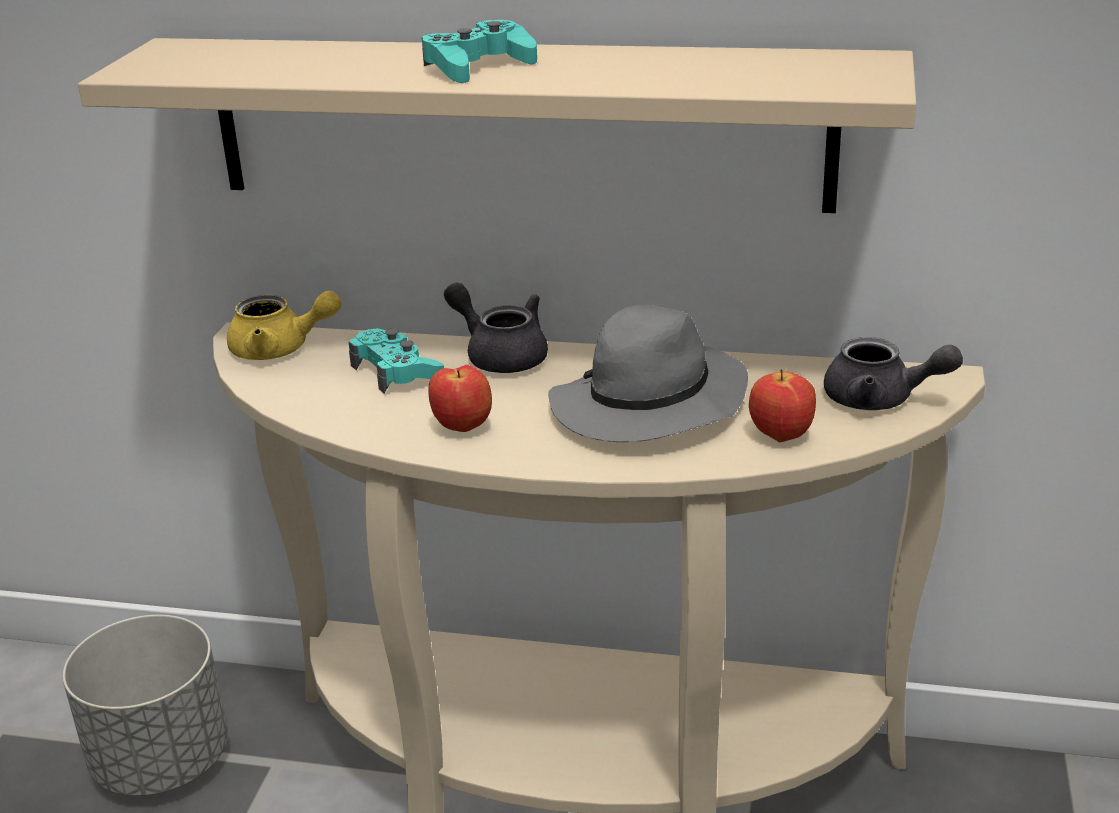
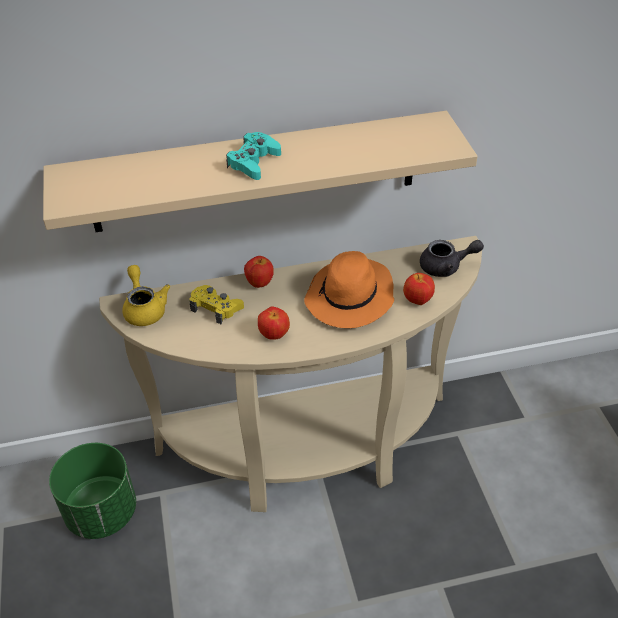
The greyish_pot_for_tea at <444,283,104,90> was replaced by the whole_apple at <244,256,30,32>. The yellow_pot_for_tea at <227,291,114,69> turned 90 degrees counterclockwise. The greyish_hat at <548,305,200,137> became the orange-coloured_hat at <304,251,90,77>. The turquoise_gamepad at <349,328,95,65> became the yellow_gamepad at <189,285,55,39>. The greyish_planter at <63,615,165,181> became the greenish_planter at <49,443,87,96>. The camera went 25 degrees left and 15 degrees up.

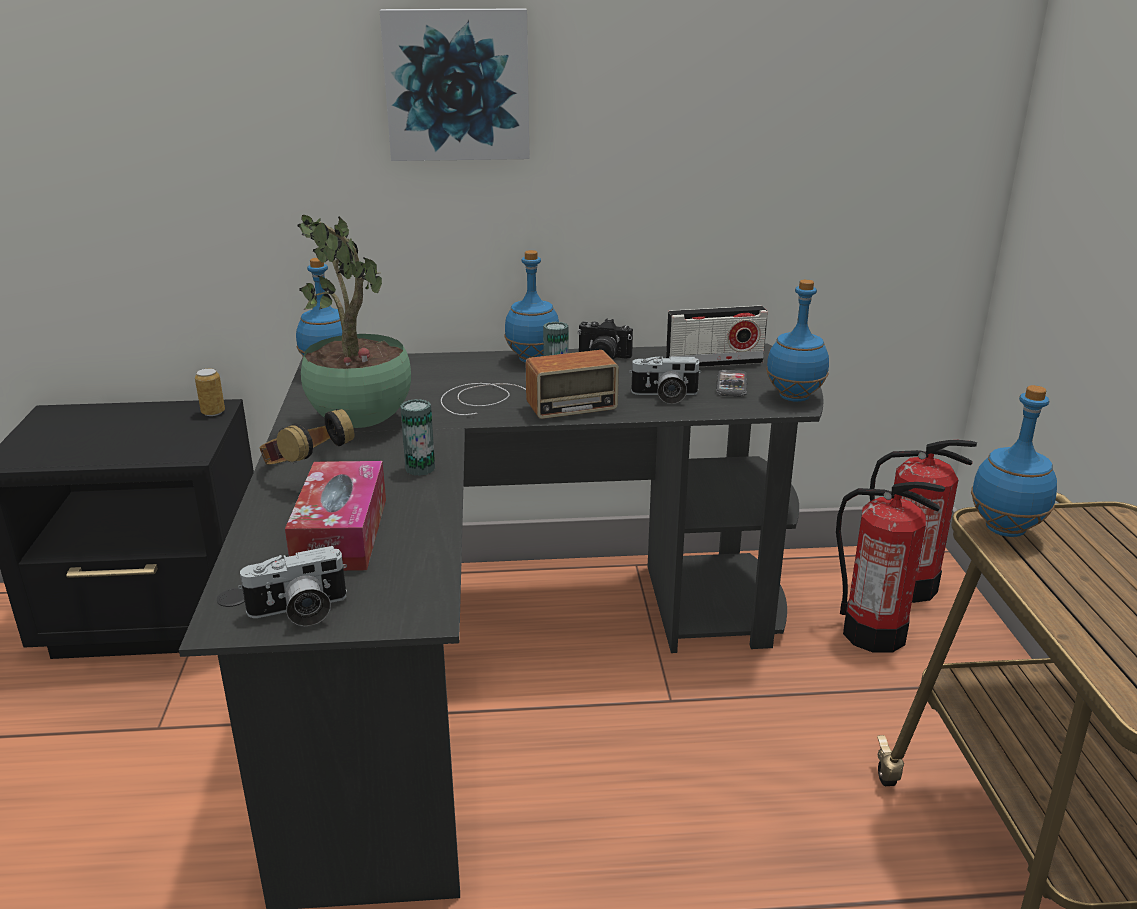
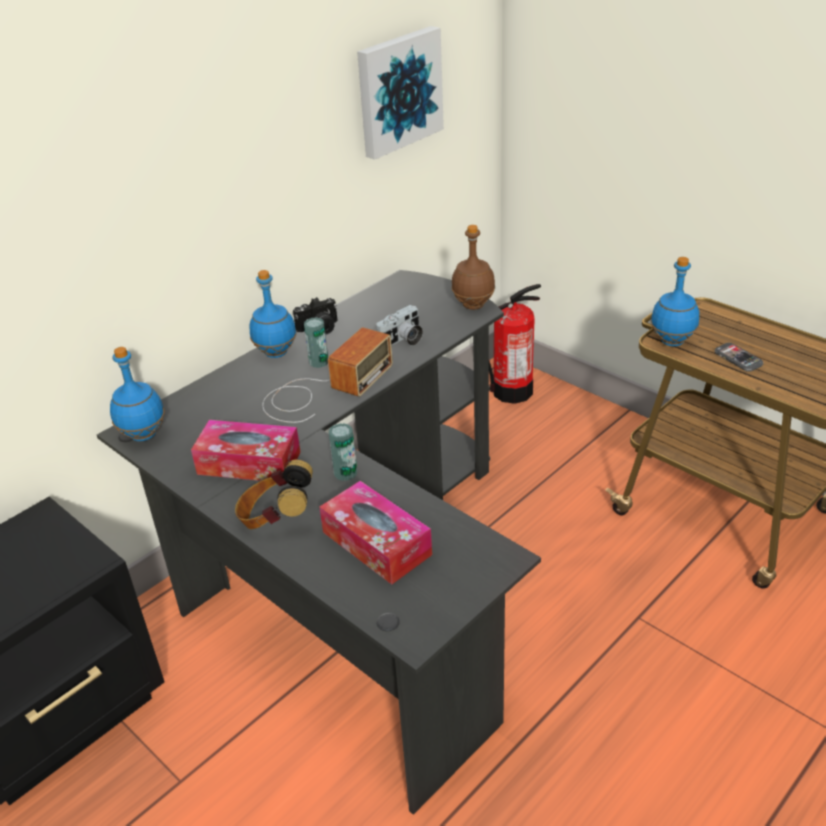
The picture moved from <380,8,150,153> to <357,26,87,134>. The plant_in_a_pot at <298,215,113,213> was replaced by the box_of_tissues at <191,420,109,61>. The blue_drink_bottle at <766,279,63,123> became the brown_drink_bottle at <452,225,43,85>. The radio at <666,305,102,62> disappeared. The metal_can at <195,368,30,48> disappeared. The telephone moved from <716,370,31,27> to <715,343,48,29>. The fire-fighting_cylinder at <836,482,109,171> disappeared. The still_camera at <238,546,109,80> disappeared. The camera went 40 degrees left and 10 degrees up.

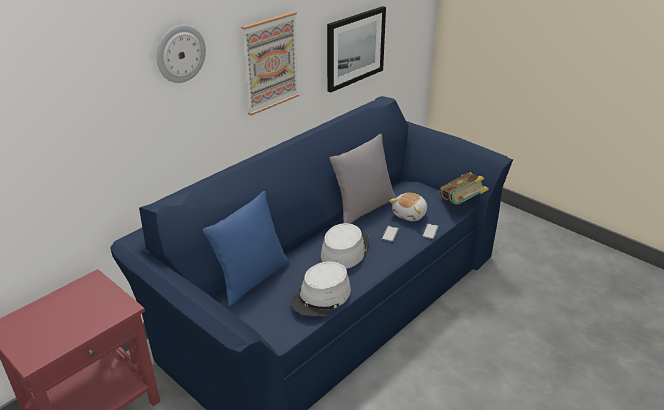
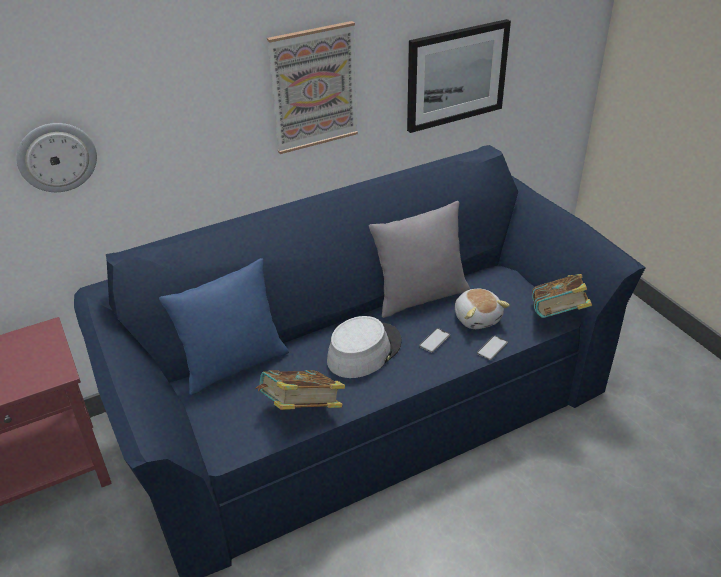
The hanging_clock moved from <157,25,49,58> to <16,123,81,69>. The soft_toy at <389,193,38,28> turned 75 degrees counterclockwise. The greyish_hat at <291,261,60,56> was replaced by the book at <255,370,90,40>. The camera went 20 degrees right and 5 degrees up.

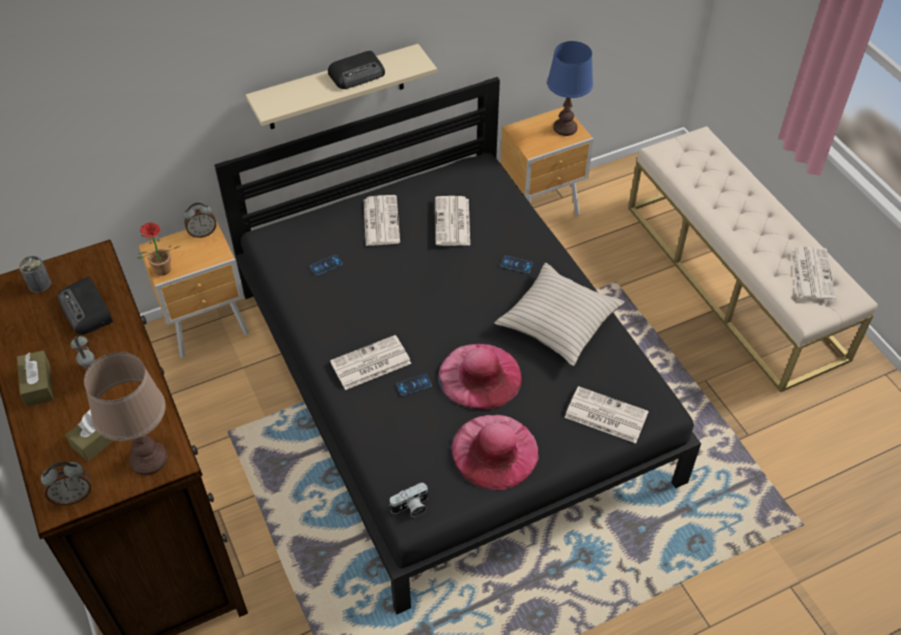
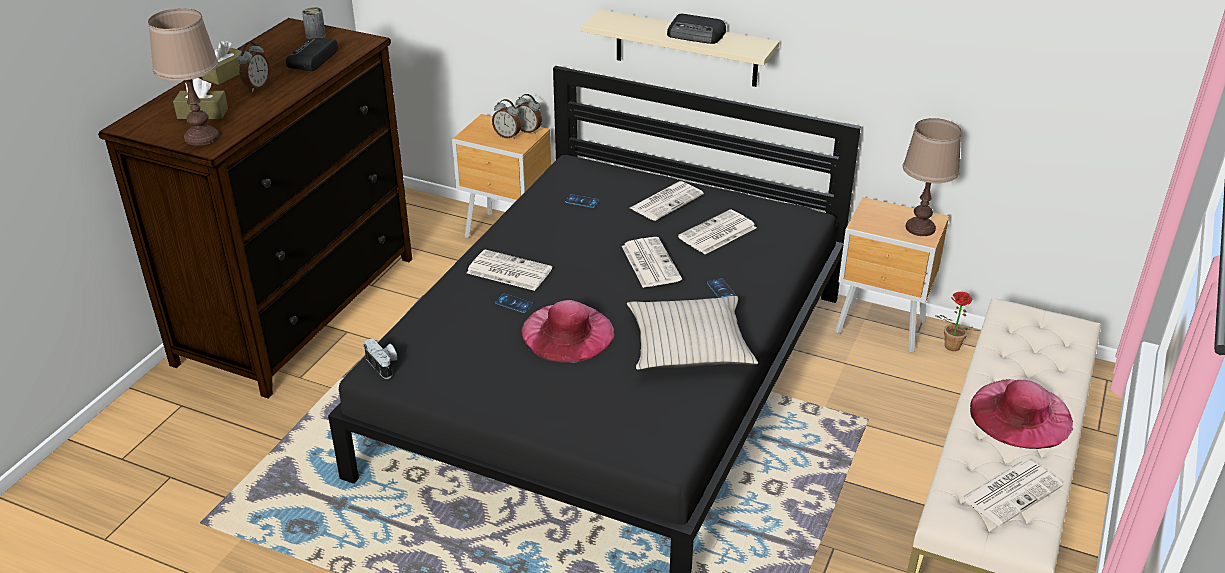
The blue_tabletop_lamp at <547,41,46,95> became the brown_tabletop_lamp at <903,118,58,118>. The plant_in_a_pot moved from <138,222,42,54> to <935,292,44,59>. The newspaper moved from <565,386,84,57> to <622,237,60,51>. The pink-coloured_hat moved from <451,415,88,75> to <970,379,103,70>. The bedside_clock moved from <41,462,50,43> to <492,99,29,40>. The still_camera at <389,482,39,35> turned 150 degrees counterclockwise. The camera went 50 degrees right and 15 degrees down.

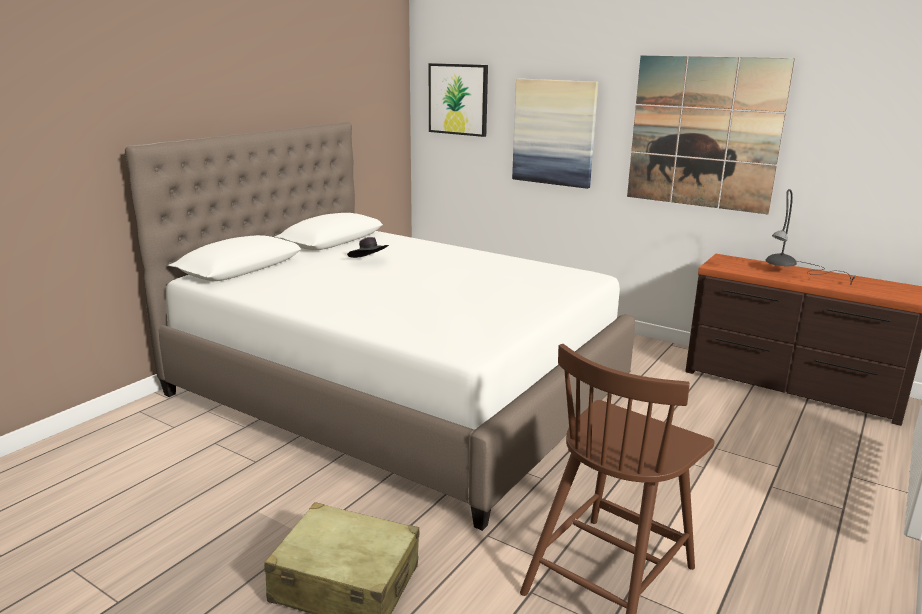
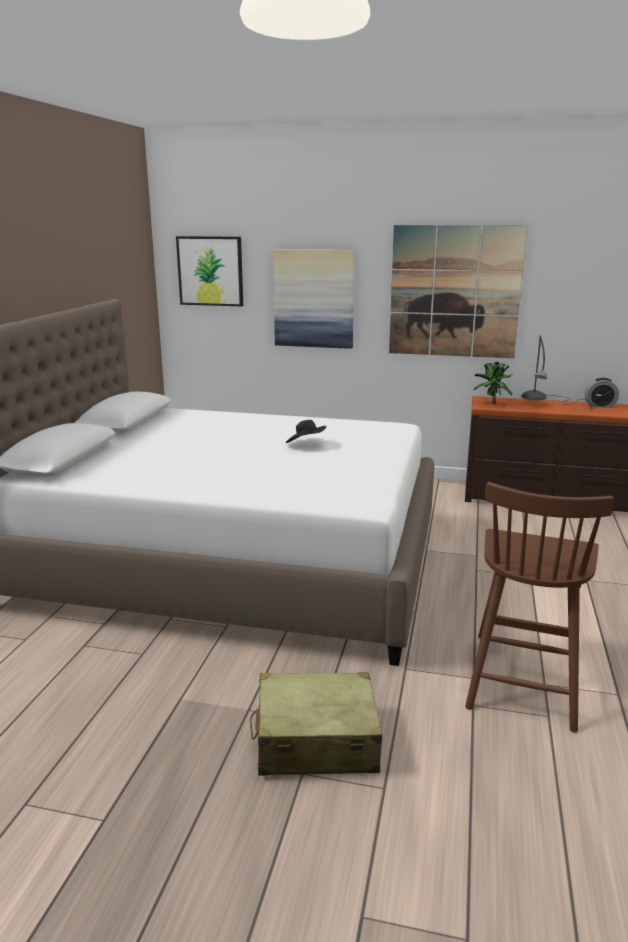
The black_hat moved from <347,237,42,21> to <286,420,40,23>. The plant_in_a_pot at <474,362,38,43> appeared. The bedside_clock at <584,378,35,30> appeared. The camera went 20 degrees left and 0 degrees up.

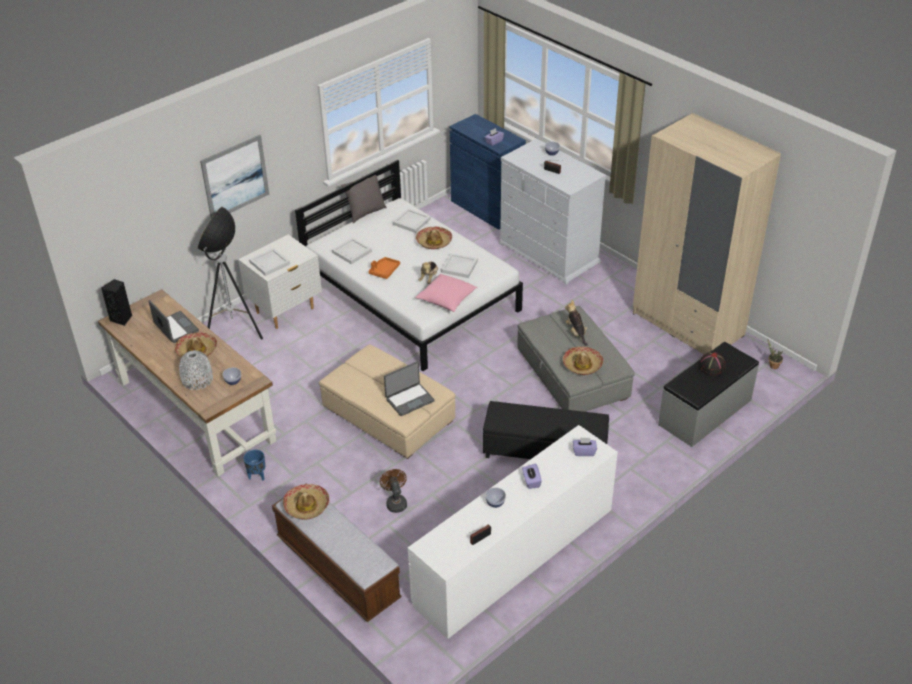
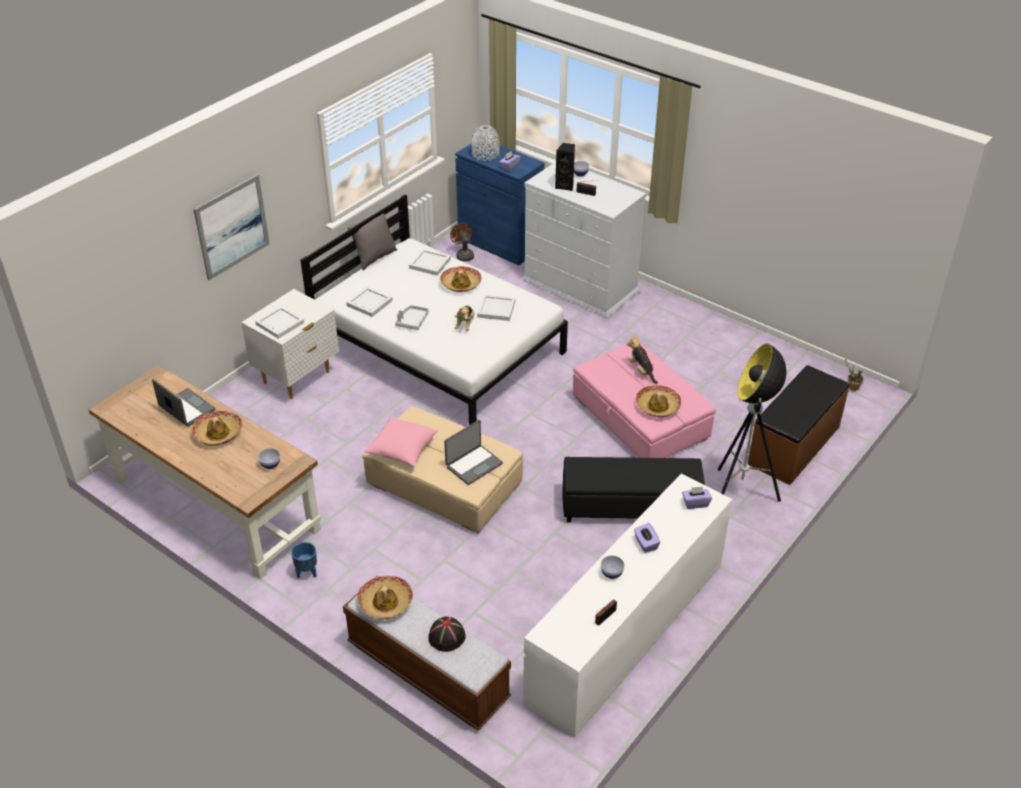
The sand-coloured_armoire at <633,113,148,241> disappeared. The standard_lamp moved from <198,207,65,133> to <718,343,69,159>. The orange-coloured_carrying_tray at <368,257,32,22> became the greyish_carrying_tray at <395,305,34,25>. The pink-coloured_throw_pillow moved from <415,274,63,38> to <364,417,74,50>. The black_audio_speaker moved from <101,279,31,47> to <555,143,20,48>. The greyish_ottoman at <517,306,118,106> became the pink-coloured_ottoman at <573,343,143,115>. The greyish_indoor_bench at <658,342,101,105> became the brown_indoor_bench at <748,365,102,120>. The greyish_decorative_vase moved from <179,350,34,40> to <471,125,29,36>. The black_hat moved from <698,352,28,24> to <428,617,38,35>. The brown_fan moved from <380,469,27,44> to <450,223,24,39>. The camera went 10 degrees left and 0 degrees up.

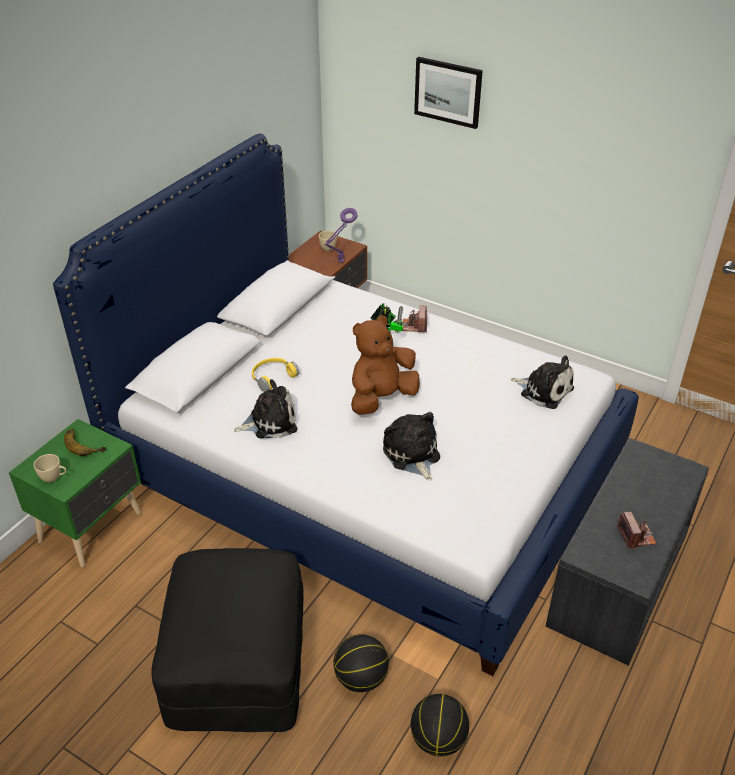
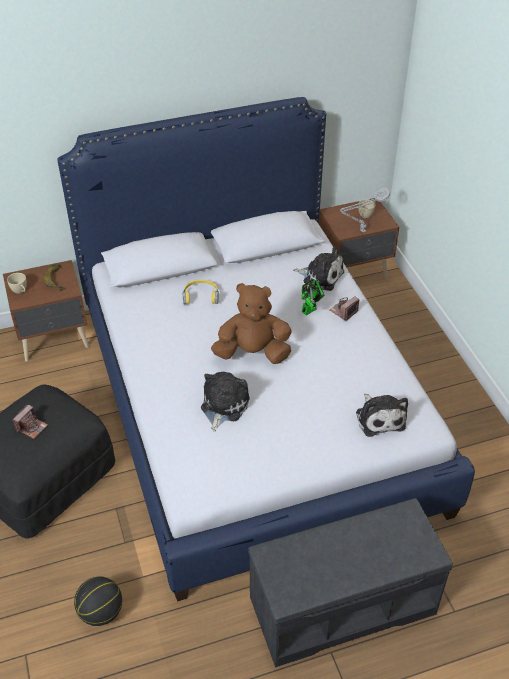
The picture at <414,57,69,72> disappeared. The purplish_tabletop_lamp at <324,208,34,55> became the greyish_tabletop_lamp at <340,187,50,45>. The soft_toy moved from <234,379,63,59> to <293,246,51,45>. The greenish_bedside_table at <9,419,132,148> became the brown_bedside_table at <3,260,86,102>. The still_camera moved from <617,512,39,37> to <12,404,36,35>. The basketball_ball at <333,634,56,58> disappeared. The camera went 40 degrees right and 5 degrees up.

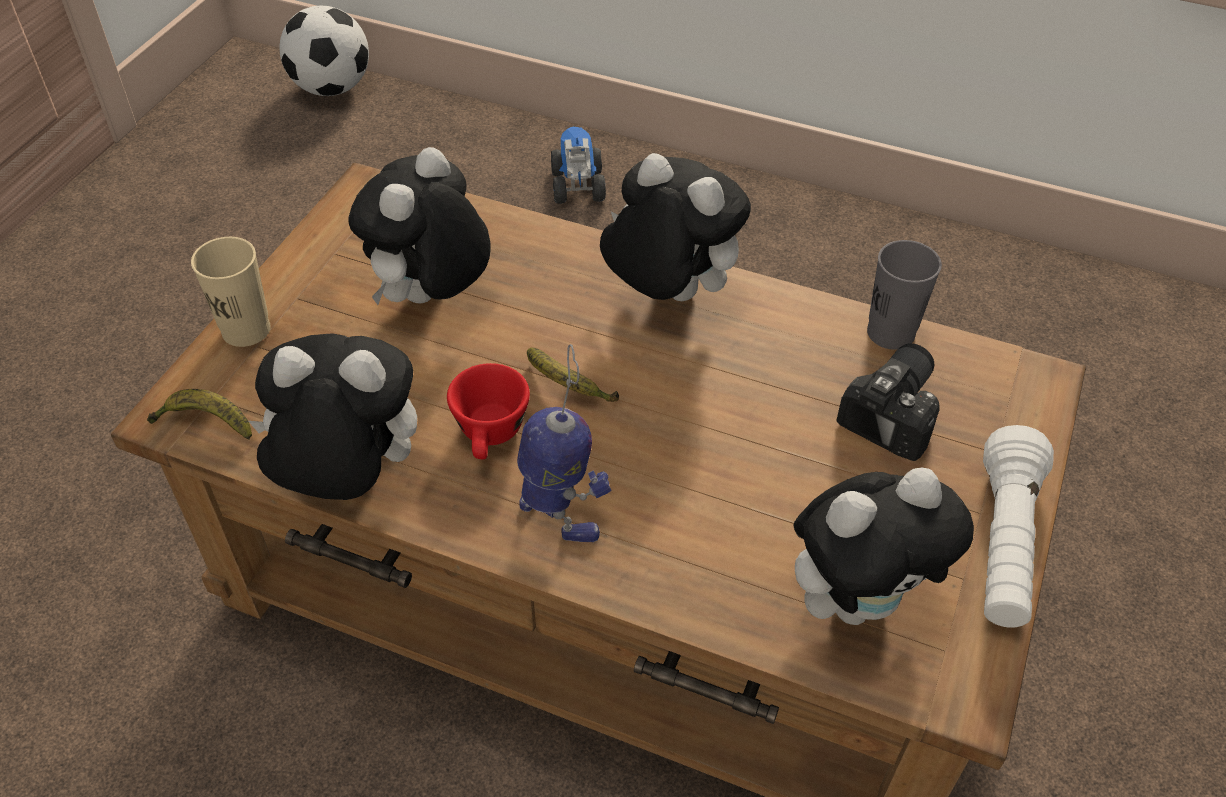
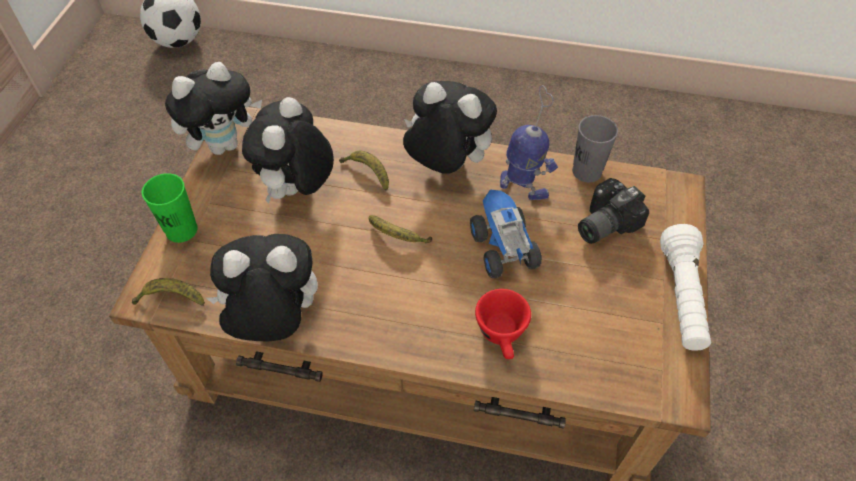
The toy_lorry moved from <551,127,55,77> to <470,190,72,88>. The sand-coloured_cup at <191,237,80,110> became the greenish_cup at <142,173,56,70>. The still_camera at <836,343,104,118> turned 150 degrees counterclockwise. The robot_figure moved from <517,344,95,198> to <500,85,58,115>. The reddish_cup moved from <447,363,83,96> to <475,289,56,70>. The soft_toy moved from <793,467,181,158> to <165,62,97,93>. The banana at <339,151,50,39> appeared. The camera went 10 degrees left and 5 degrees up.

